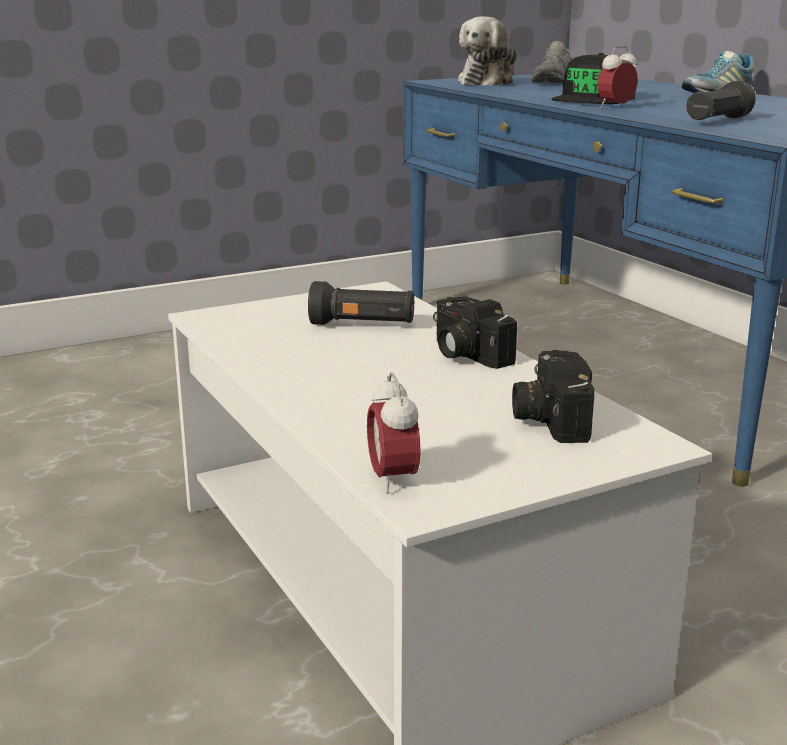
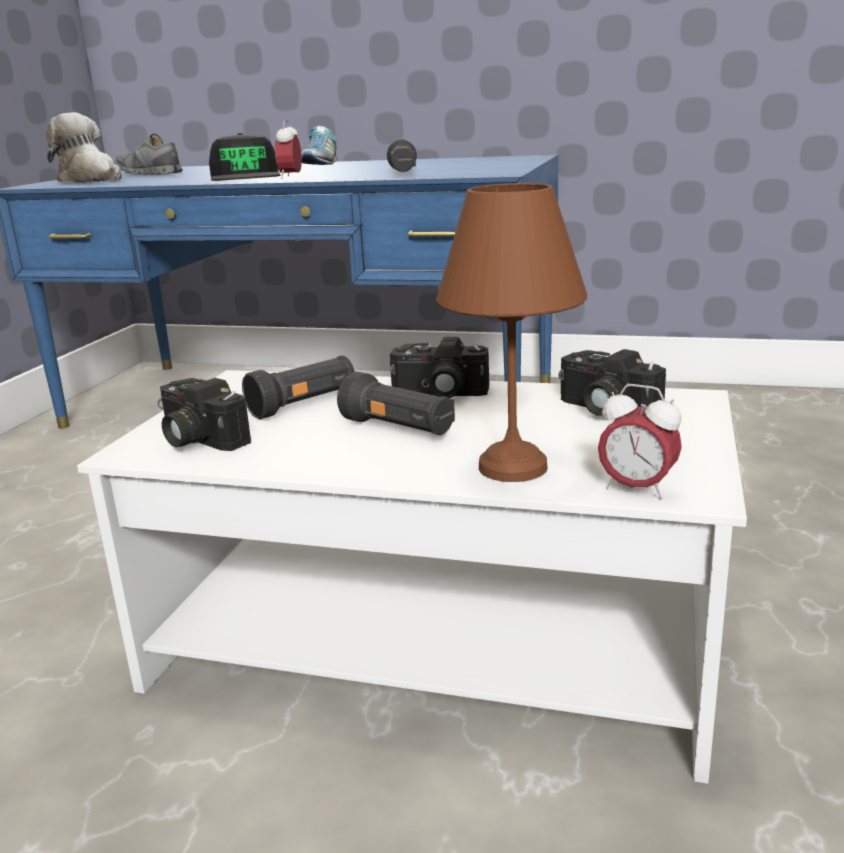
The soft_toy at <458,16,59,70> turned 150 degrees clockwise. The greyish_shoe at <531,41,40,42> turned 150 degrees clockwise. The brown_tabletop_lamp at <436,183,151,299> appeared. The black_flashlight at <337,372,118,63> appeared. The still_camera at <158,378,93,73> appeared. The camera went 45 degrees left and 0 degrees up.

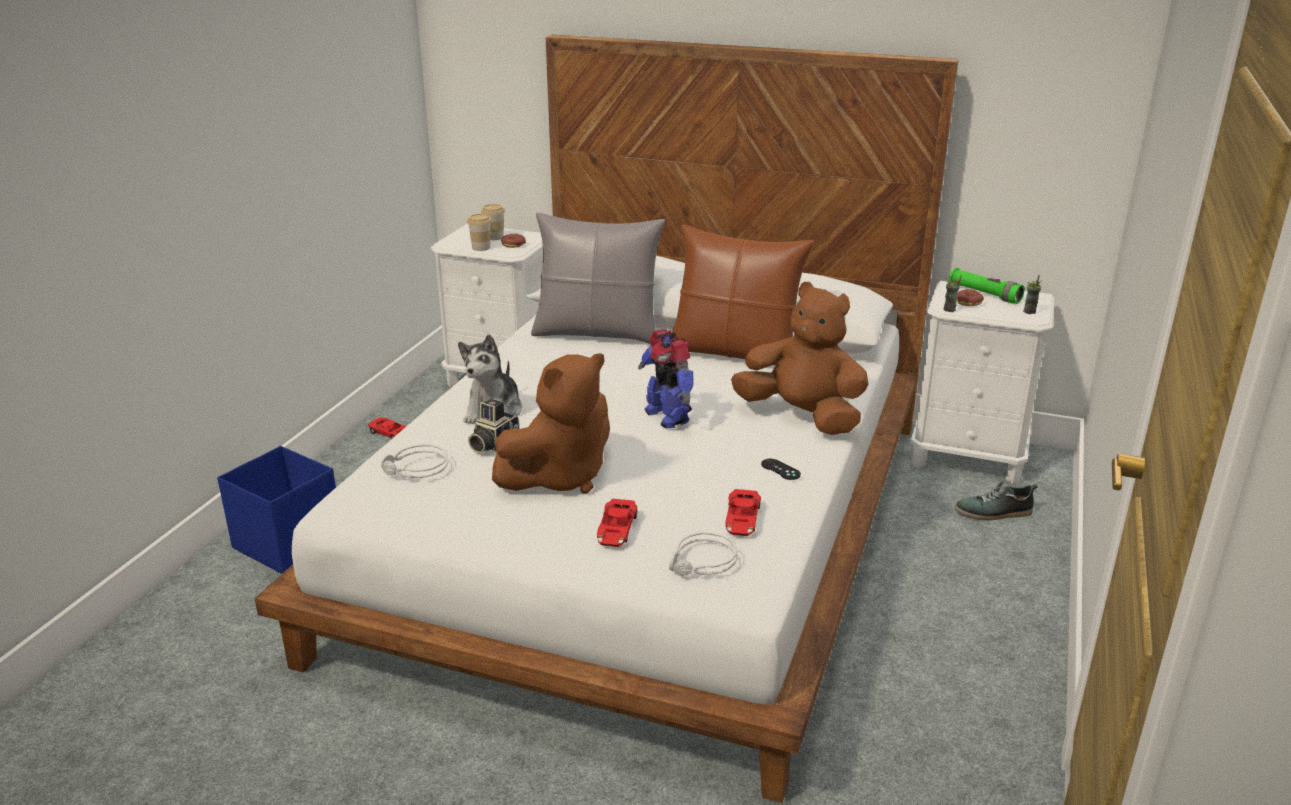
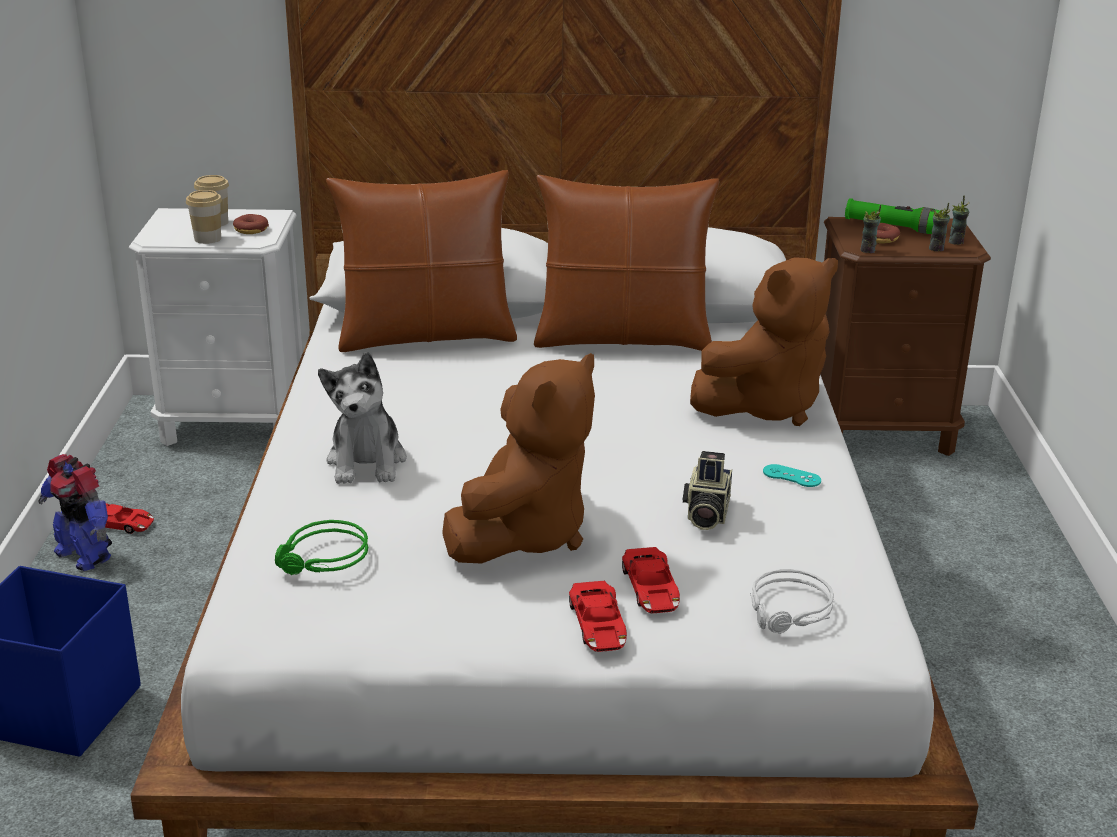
The greyish_throw_pillow at <531,213,134,131> became the brown_throw_pillow at <326,170,191,182>. The whitish_bedside_table at <910,281,145,203> became the brown_bedside_table at <820,217,171,239>. The brown_soft_toy at <731,282,138,153> turned 135 degrees clockwise. The robot_figure moved from <638,329,55,100> to <38,454,74,117>. The still_camera moved from <468,399,51,54> to <683,451,49,79>. The greyish_headset at <381,444,67,34> became the greenish_headset at <275,520,93,55>. The black_gamepad at <761,459,40,21> became the turquoise_gamepad at <763,464,58,23>. The shoe at <955,482,83,39> disappeared. The reddish_miniature_car moved from <725,489,36,47> to <569,581,58,71>. The cup at <929,203,22,48> appeared. The camera went 20 degrees left and 0 degrees up.

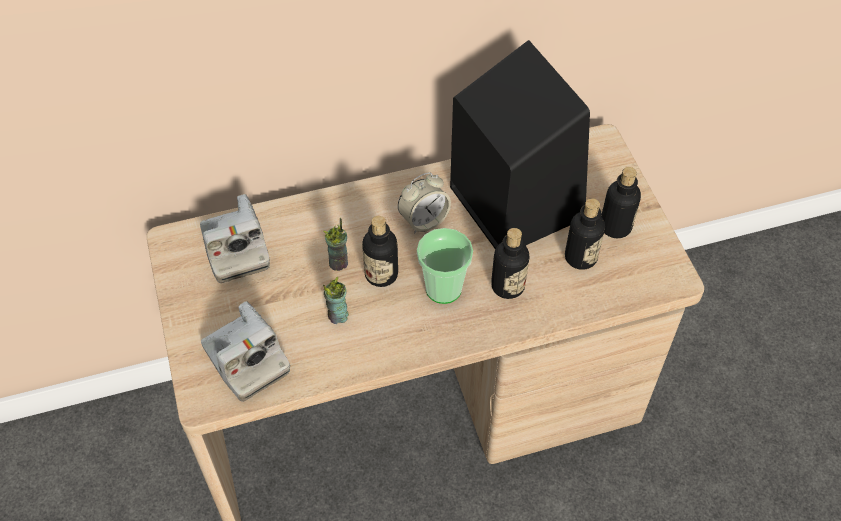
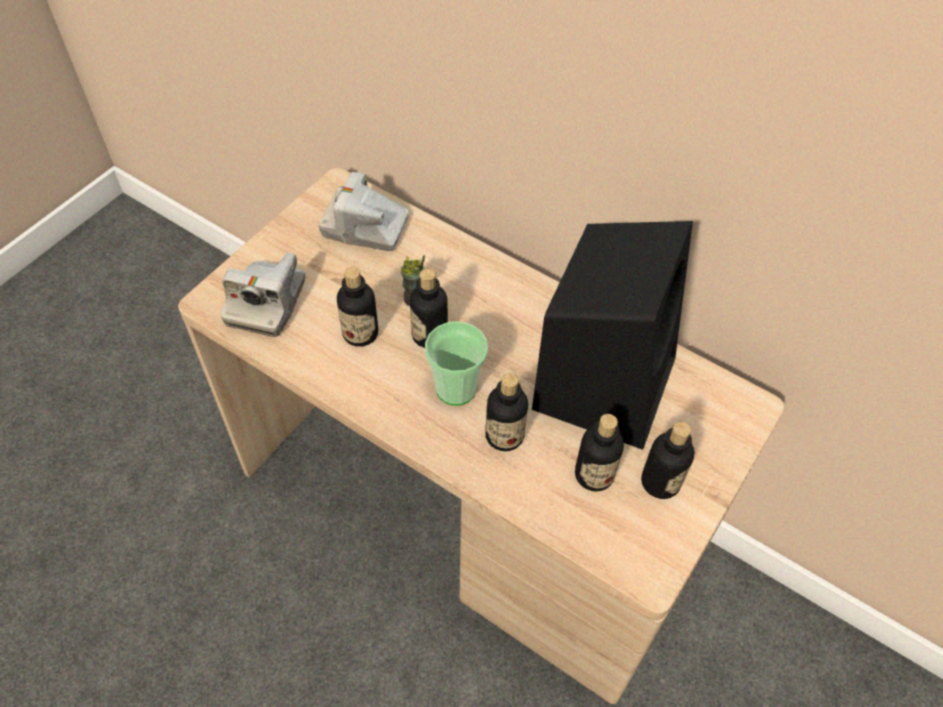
The bedside_clock at <398,172,53,62> disappeared. The still_camera at <200,194,70,89> turned 75 degrees clockwise. The cup at <323,277,26,47> was replaced by the drink_bottle at <337,267,41,80>. The camera went 50 degrees right and 0 degrees up.

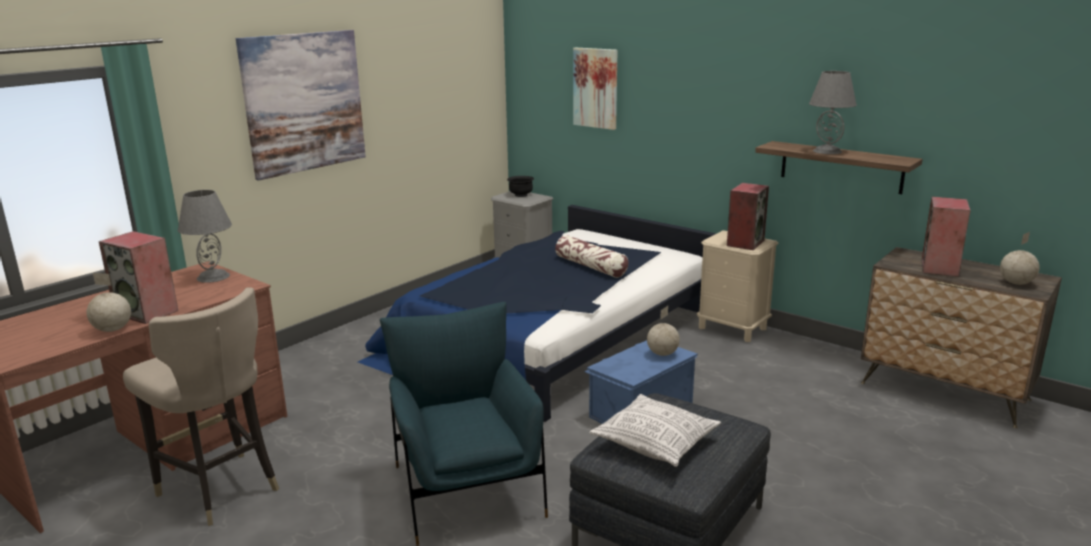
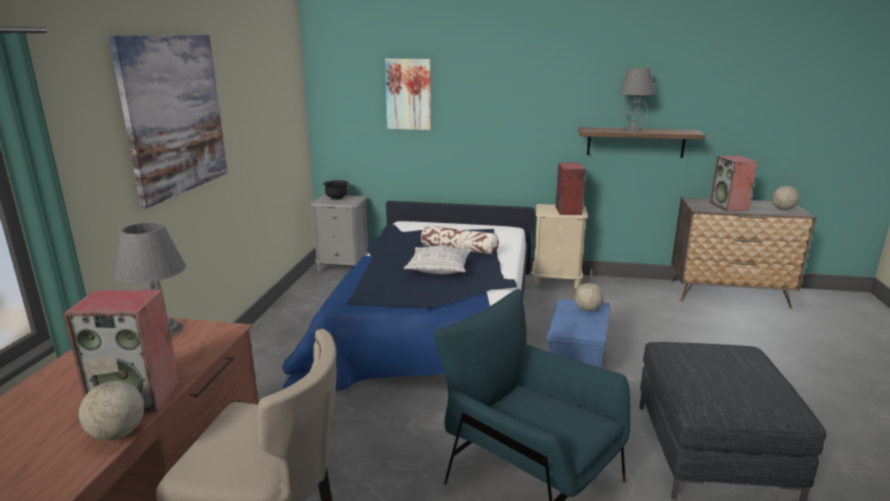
The throw_pillow moved from <590,394,131,73> to <404,246,67,29>. The camera went 30 degrees left and 0 degrees up.

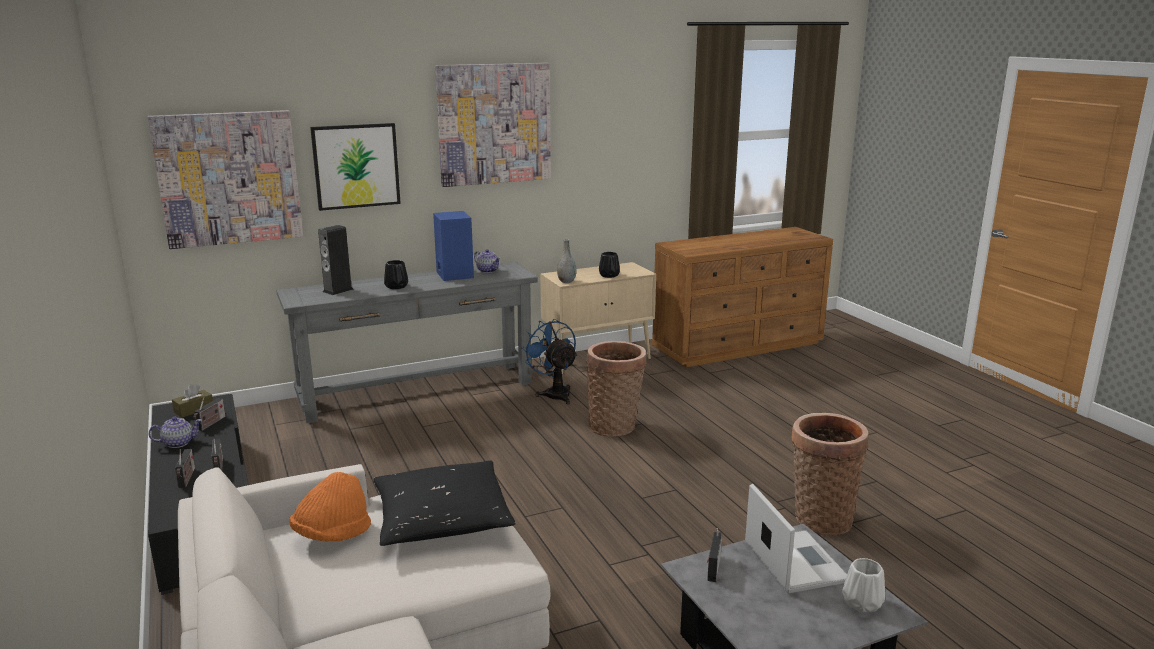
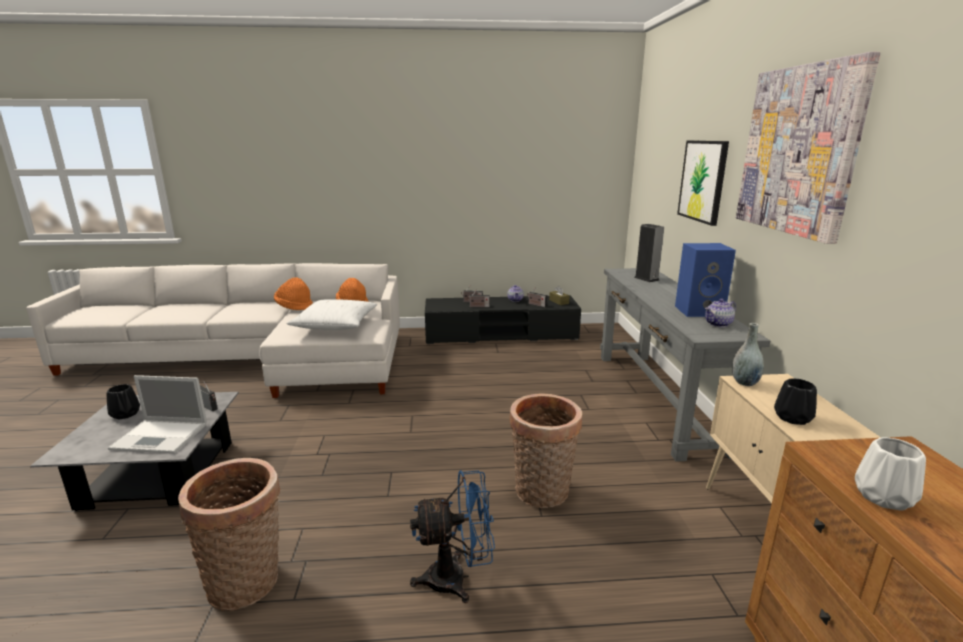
The picture at <148,110,155,139> disappeared. The black_decorative_vase moved from <384,260,24,29> to <107,384,33,36>. The blue_fan moved from <521,319,56,85> to <410,470,85,133>. The black_throw_pillow at <373,460,143,86> became the whitish_throw_pillow at <286,299,92,31>. The whitish_decorative_vase moved from <842,558,43,54> to <855,437,71,74>. The orange-coloured_hat at <274,277,39,33> appeared. The camera went 110 degrees right and 0 degrees up.

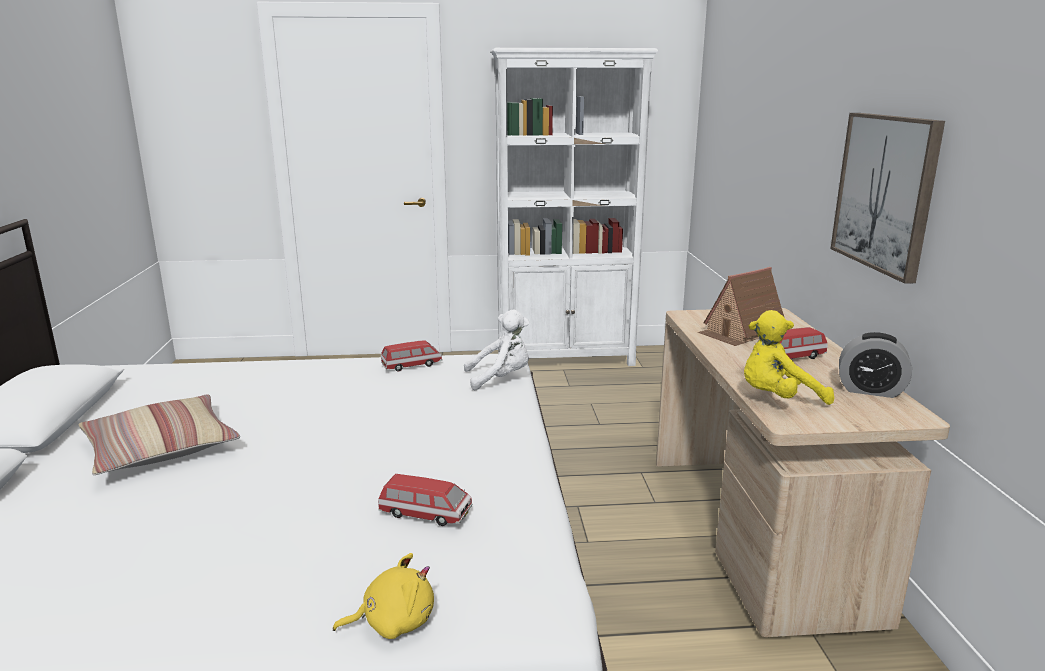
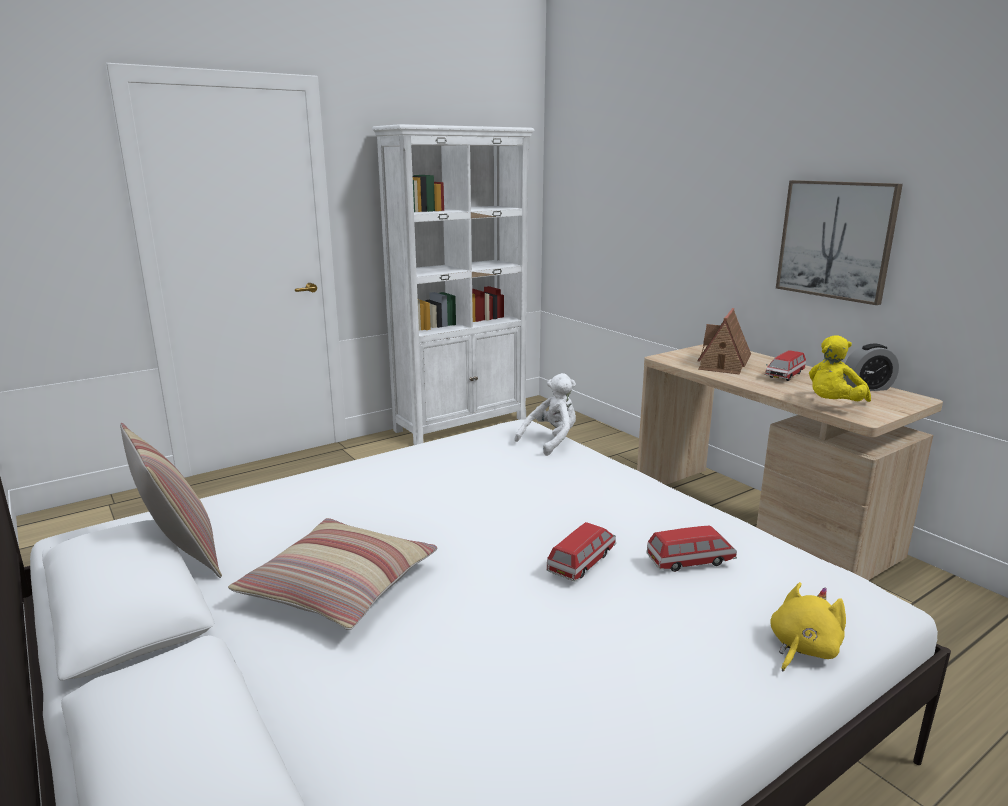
The miniature_car moved from <381,340,61,31> to <546,522,70,60>. The throw_pillow at <120,423,102,155> appeared. The camera went 30 degrees left and 0 degrees up.

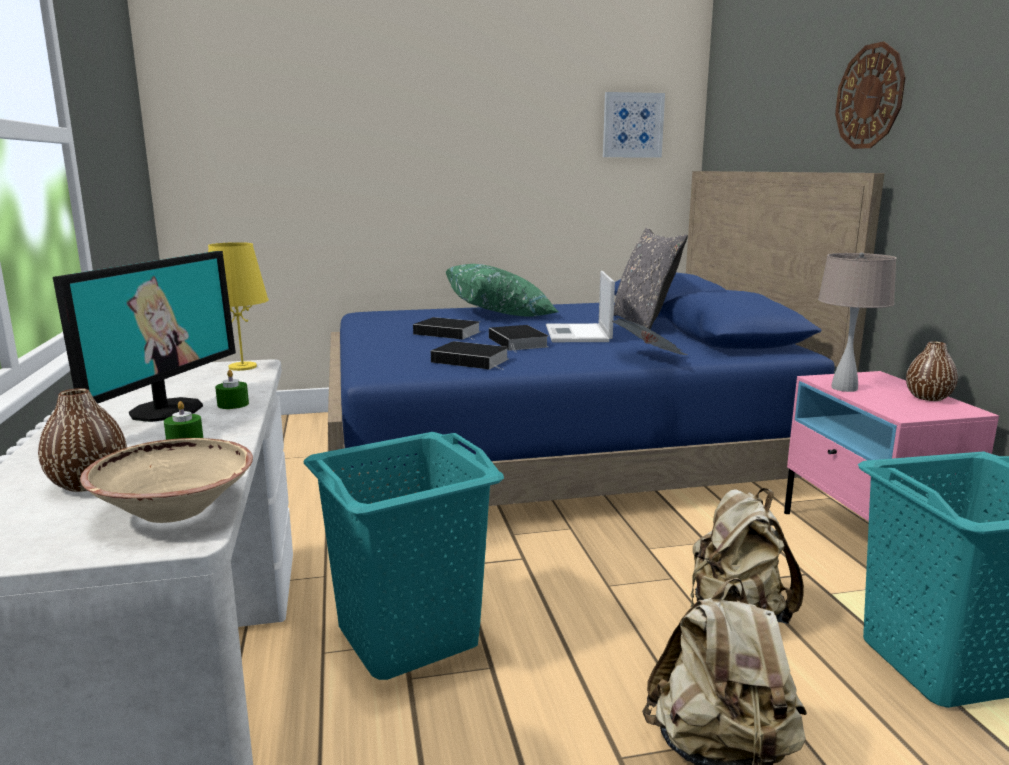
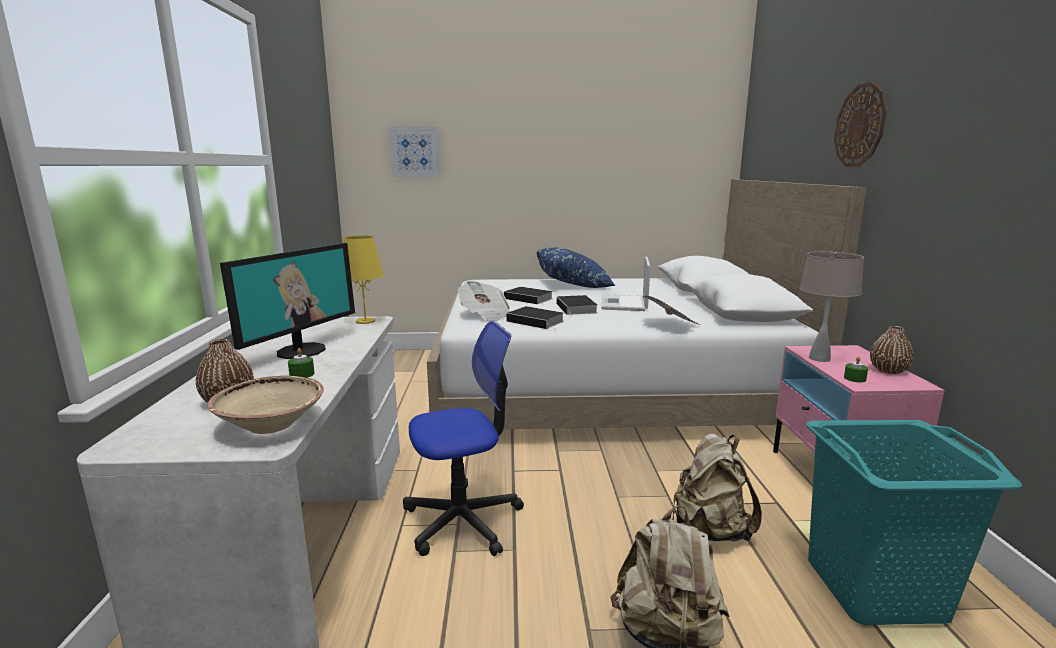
The picture moved from <603,92,62,65> to <389,127,51,50>. The blue_bed at <328,171,557,335> became the whitish_bed at <427,179,440,250>. The greyish_throw_pillow at <614,228,74,101> disappeared. The greenish_throw_pillow at <446,264,112,53> became the blue_throw_pillow at <537,248,79,40>. The greenish_candle moved from <215,370,34,39> to <844,357,24,25>. The turquoise_hamper at <304,432,200,248> was replaced by the computer_chair at <403,320,121,236>. The newspaper at <458,281,53,41> appeared. The camera went 10 degrees right and 0 degrees up.

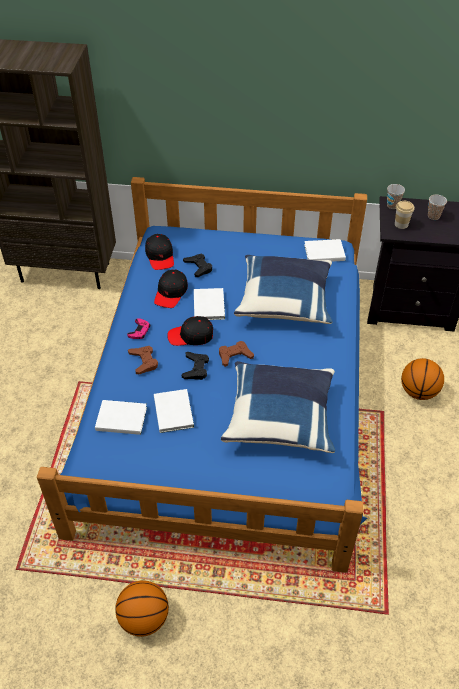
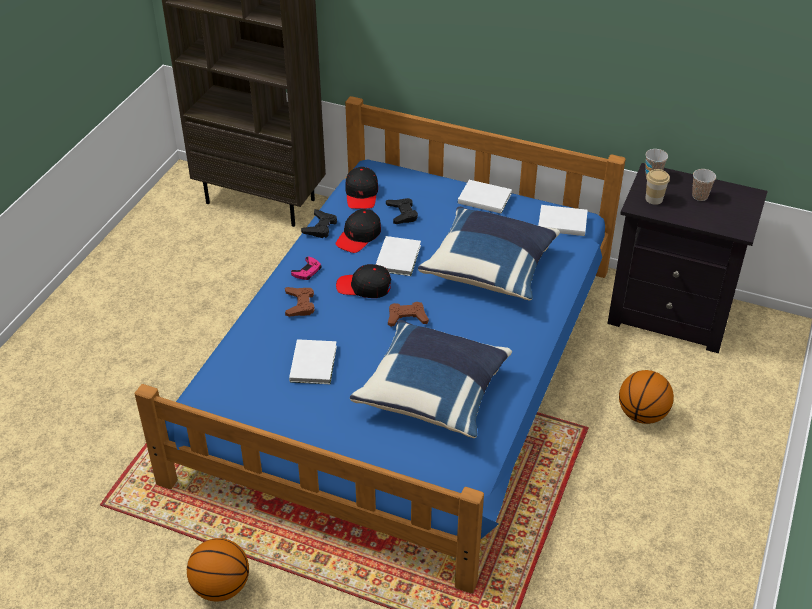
The black_gamepad moved from <182,352,27,28> to <301,209,36,29>. The whitish_book moved from <95,400,52,35> to <458,180,54,33>. The camera went 15 degrees right and 5 degrees down.

